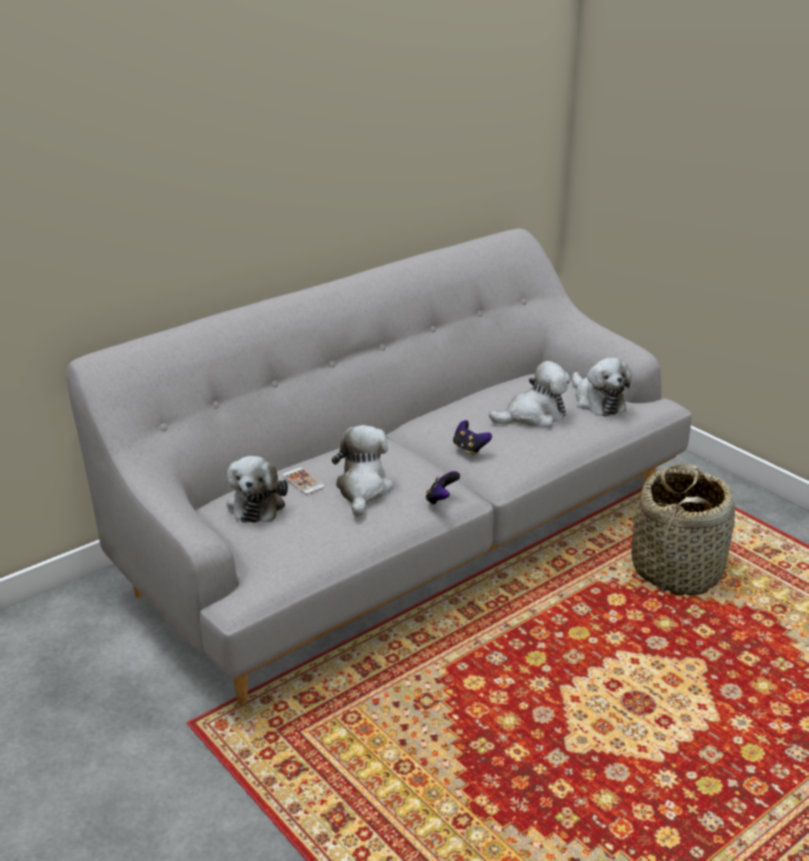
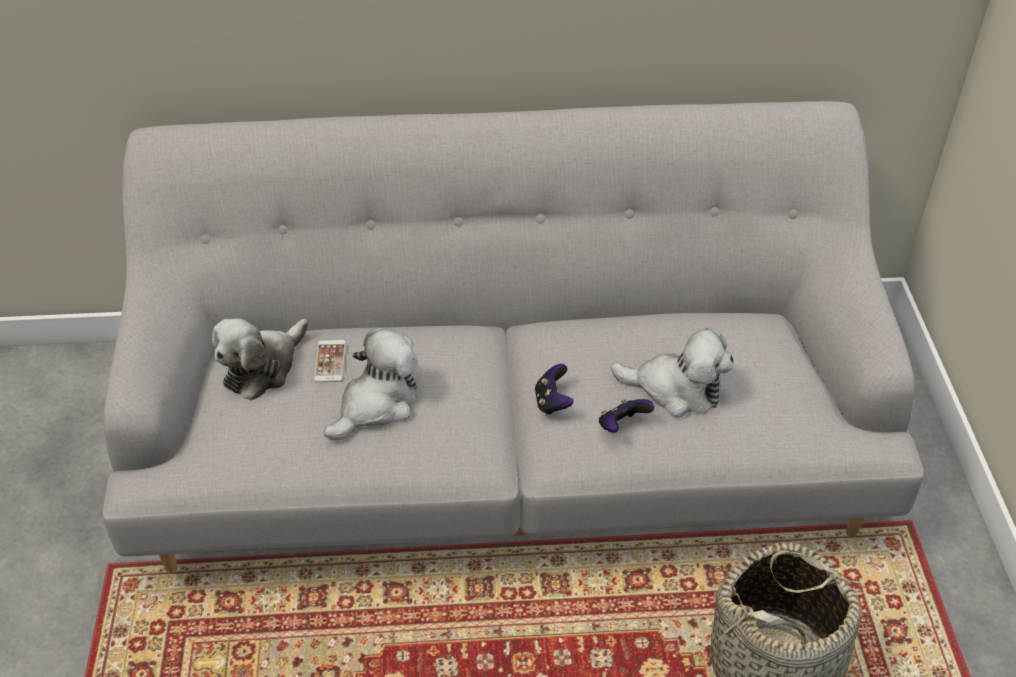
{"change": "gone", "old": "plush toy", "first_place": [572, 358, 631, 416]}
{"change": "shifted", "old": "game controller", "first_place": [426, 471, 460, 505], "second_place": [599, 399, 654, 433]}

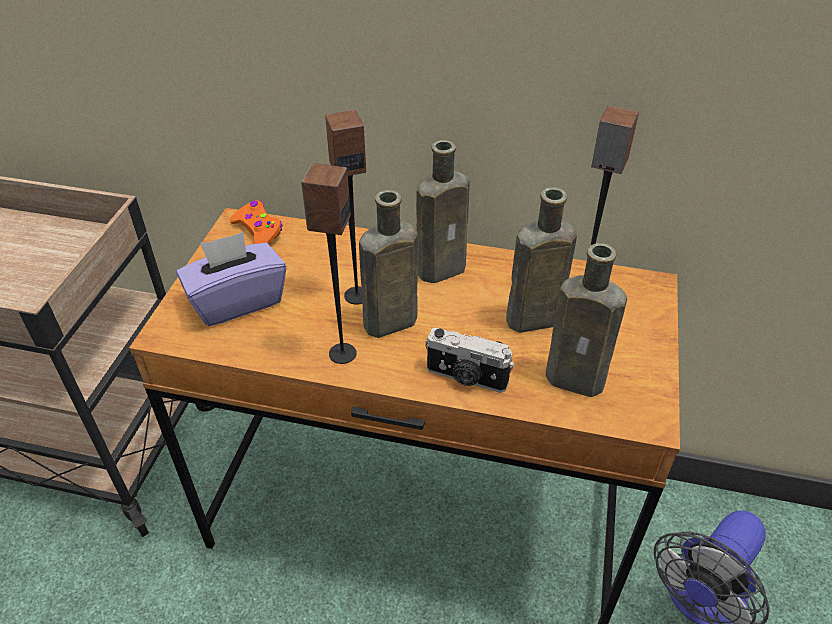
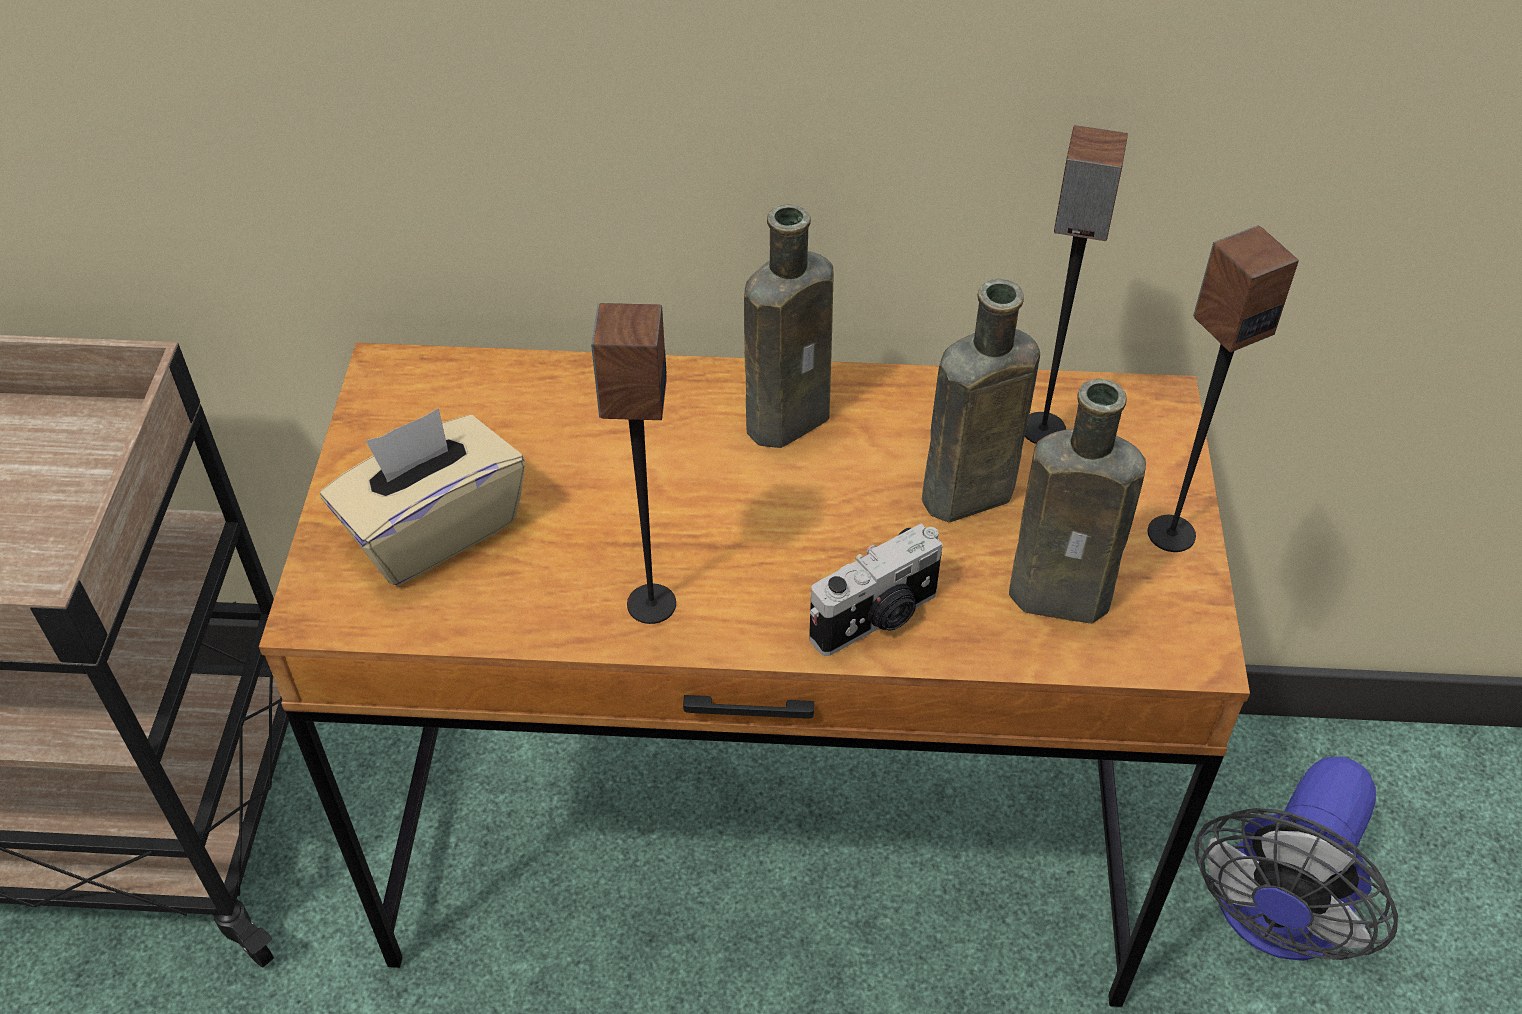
{"change": "shifted", "old": "audio speaker", "first_place": [325, 110, 366, 305], "second_place": [1148, 225, 1299, 552]}
{"change": "gone", "old": "brown-coloured bottle", "first_place": [359, 190, 418, 338]}
{"change": "gone", "old": "orangey game controller", "first_place": [230, 200, 282, 244]}
{"change": "repainted", "old": "purple box of tissues", "new": "sand-coloured box of tissues", "first_place": [177, 232, 286, 326], "second_place": [320, 408, 525, 585]}
{"change": "rotated", "old": "still camera", "first_place": [425, 327, 514, 393], "second_place": [809, 523, 943, 656], "degrees": -45}

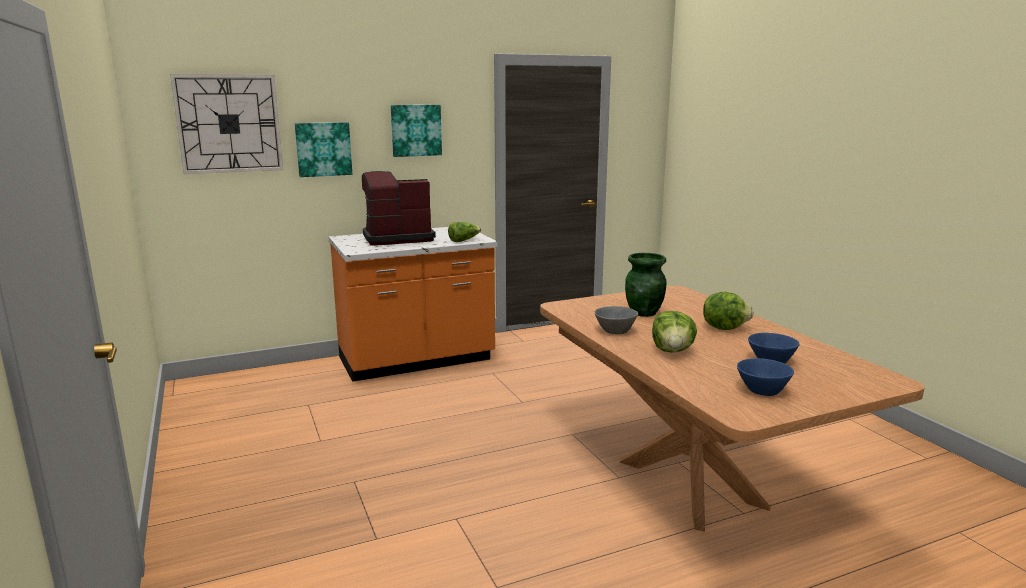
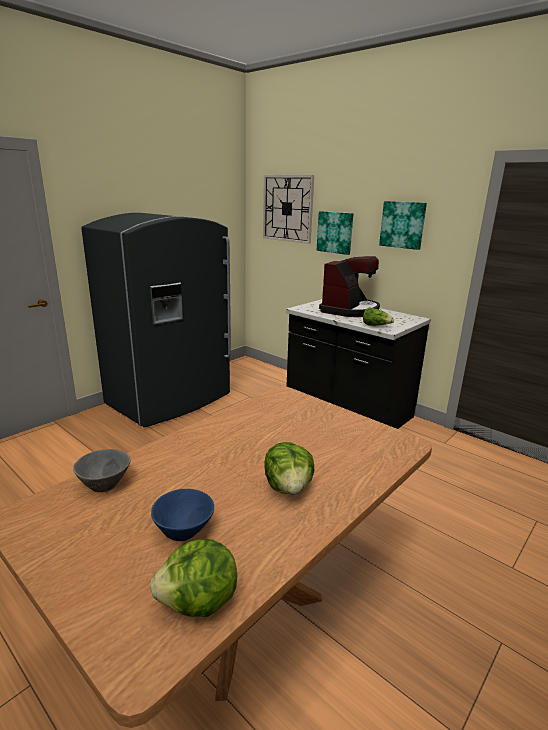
{"change": "rotated", "old": "coffee maker", "first_place": [362, 171, 436, 246], "second_place": [319, 256, 380, 317], "degrees": 75}
{"change": "repainted", "old": "orangey kitchen counter", "new": "black-coloured kitchen counter", "first_place": [329, 227, 497, 382], "second_place": [286, 299, 431, 429]}
{"change": "gone", "old": "greenish vase", "first_place": [625, 253, 667, 317]}
{"change": "shifted", "old": "grey deep dish", "first_place": [595, 306, 638, 334], "second_place": [73, 449, 131, 492]}
{"change": "shifted", "old": "lettuce", "first_place": [652, 311, 697, 353], "second_place": [150, 538, 237, 617]}
{"change": "gone", "old": "bluish deep dish", "first_place": [737, 358, 794, 396]}
{"change": "new", "new": "grey kitchen fridge", "second_place": [81, 213, 231, 427]}

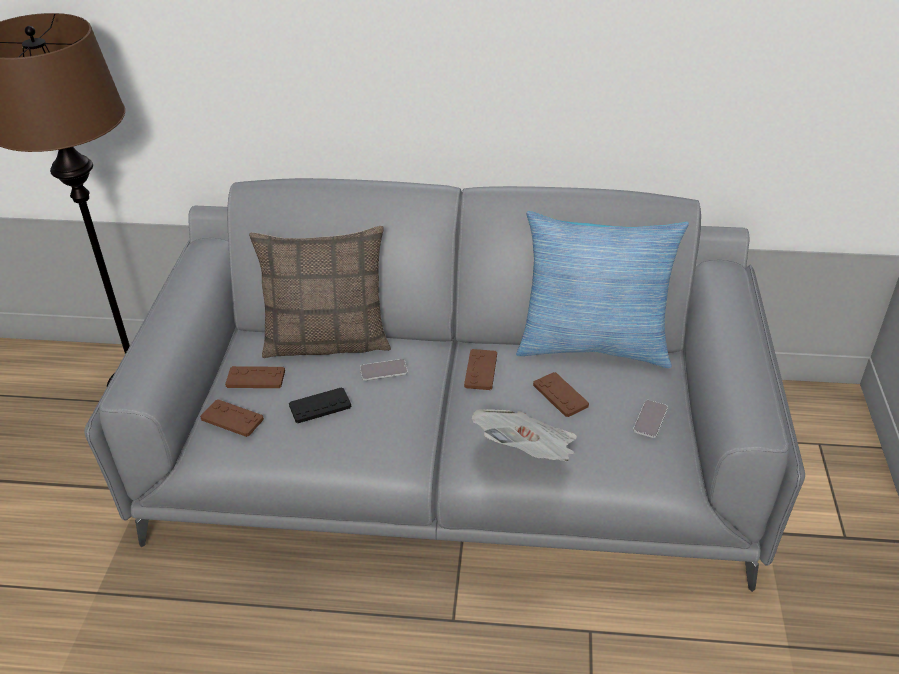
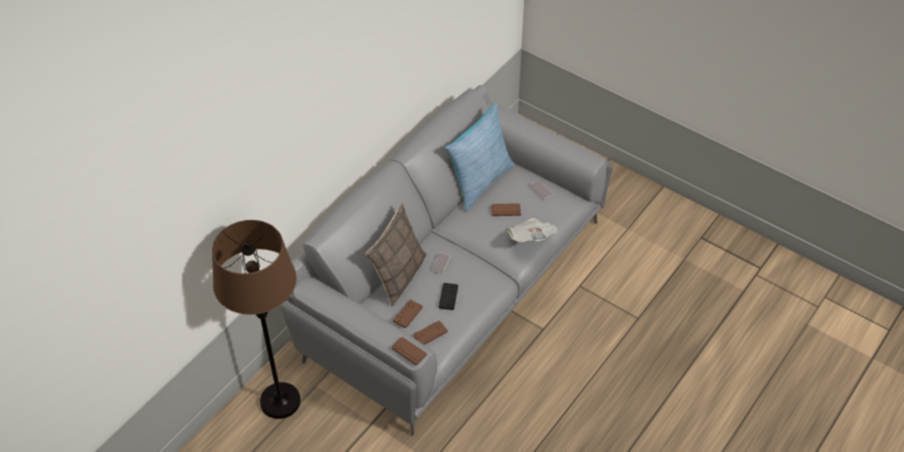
{"change": "shifted", "old": "brown-coloured game controller", "first_place": [464, 349, 497, 390], "second_place": [392, 337, 427, 365]}

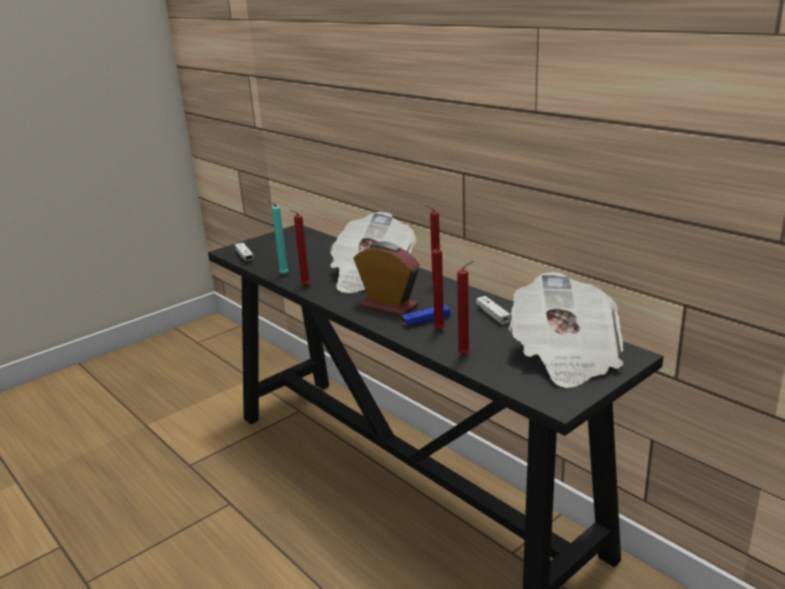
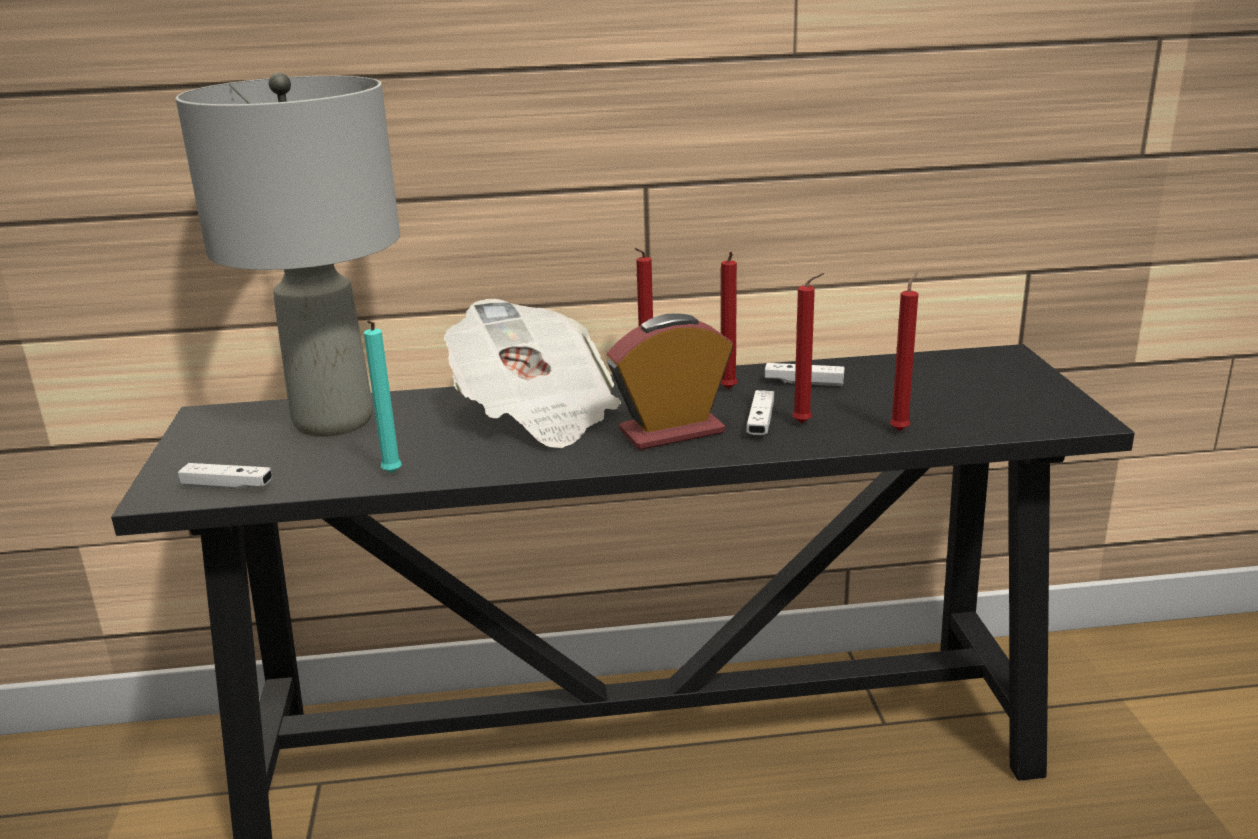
{"change": "shifted", "old": "red-coloured candle", "first_place": [289, 210, 311, 286], "second_place": [721, 251, 738, 389]}
{"change": "gone", "old": "daily paper", "first_place": [509, 272, 623, 388]}
{"change": "repainted", "old": "bluish game controller", "new": "white-coloured game controller", "first_place": [402, 305, 450, 325], "second_place": [746, 390, 774, 435]}
{"change": "new", "new": "grey tabletop lamp", "second_place": [176, 72, 400, 437]}

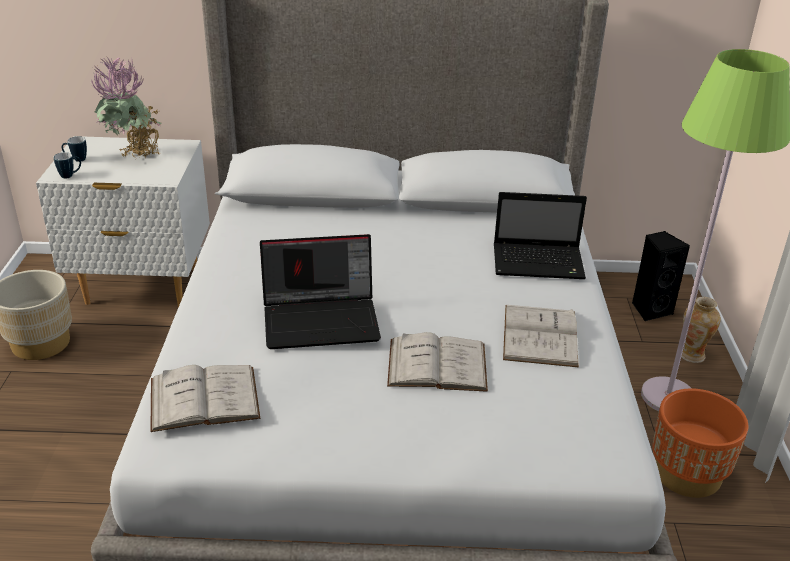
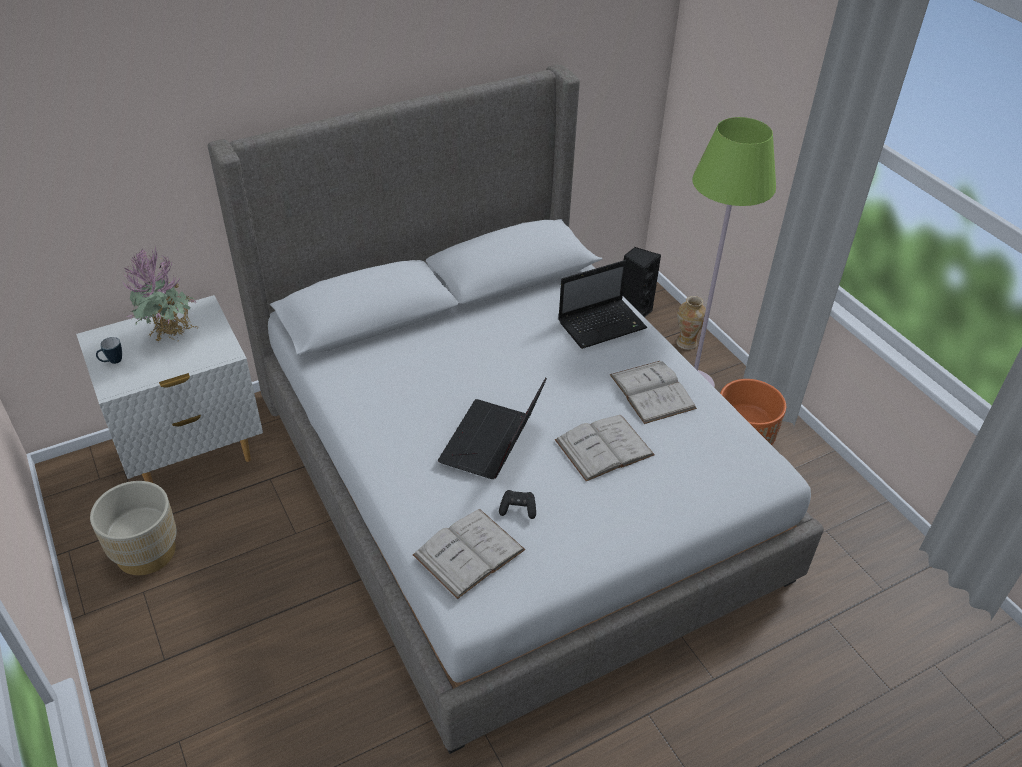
{"change": "gone", "old": "mug", "first_place": [53, 152, 81, 179]}
{"change": "rotated", "old": "portable computer", "first_place": [260, 234, 381, 349], "second_place": [438, 377, 547, 479], "degrees": 150}
{"change": "new", "new": "black-coloured game controller", "second_place": [499, 490, 536, 519]}

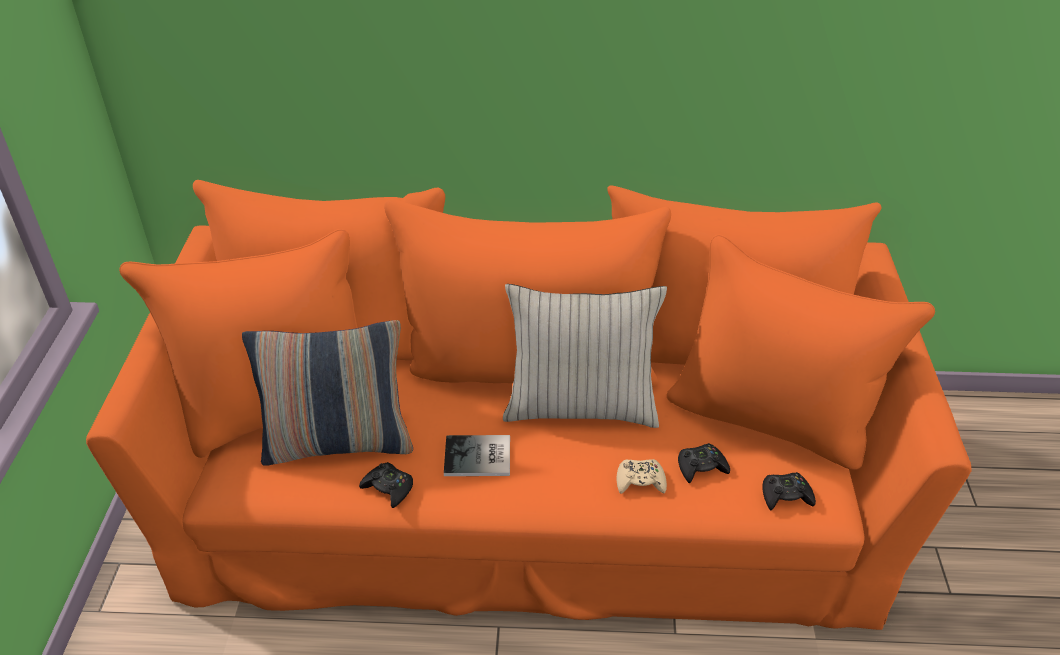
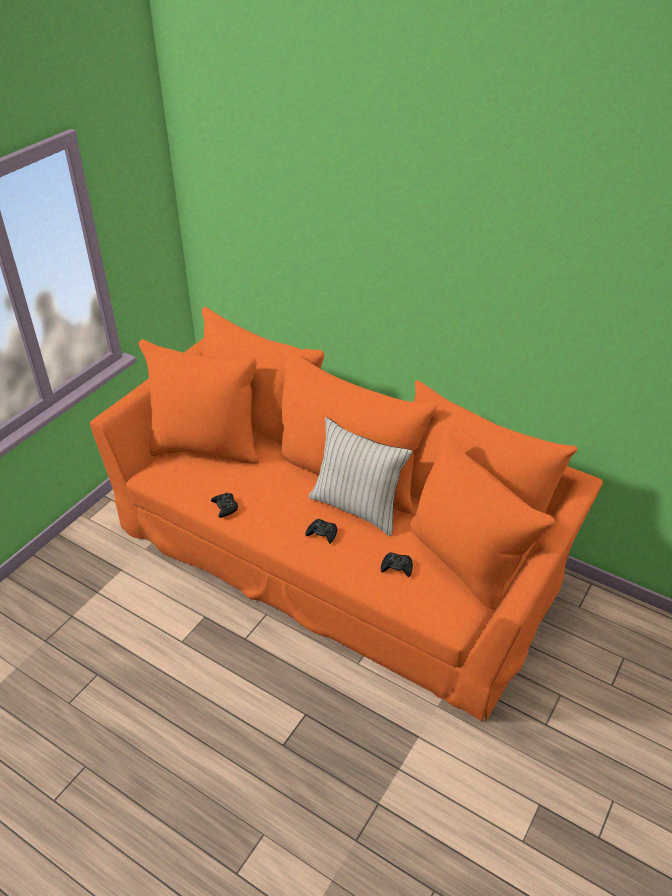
{"change": "gone", "old": "cushion", "first_place": [242, 320, 413, 466]}
{"change": "gone", "old": "bound book", "first_place": [444, 435, 510, 476]}
{"change": "gone", "old": "sand-coloured game controller", "first_place": [617, 459, 667, 494]}
{"change": "shifted", "old": "black-coloured game controller", "first_place": [762, 472, 816, 510], "second_place": [305, 519, 337, 544]}

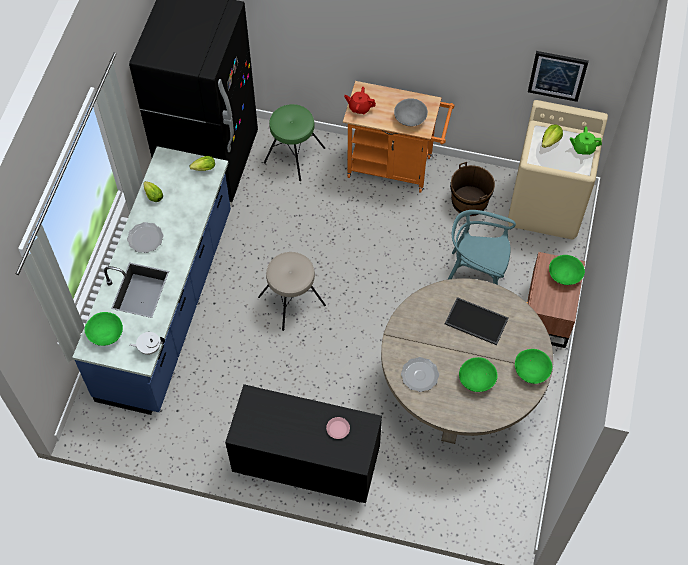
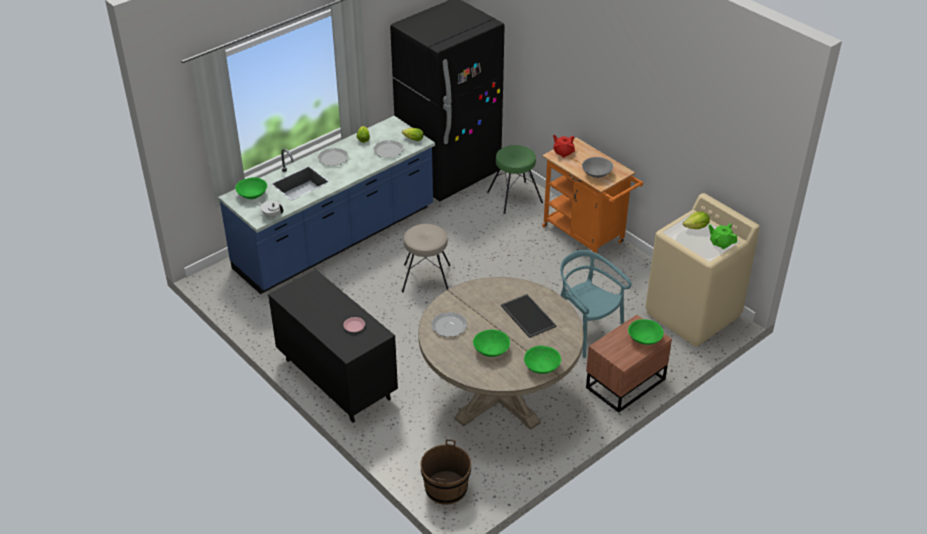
{"change": "gone", "old": "wall picture", "first_place": [528, 51, 589, 102]}
{"change": "shifted", "old": "brown-coloured water bucket", "first_place": [450, 162, 495, 216], "second_place": [420, 439, 471, 505]}
{"change": "new", "new": "dinner plate", "second_place": [373, 140, 404, 158]}

